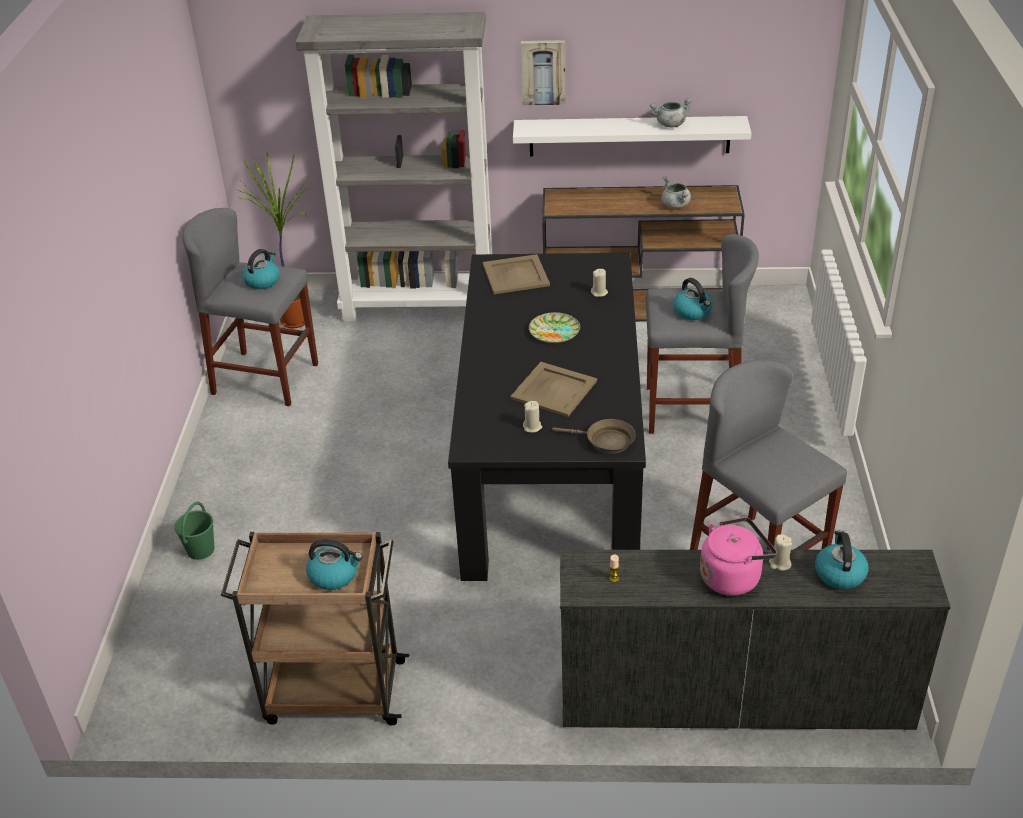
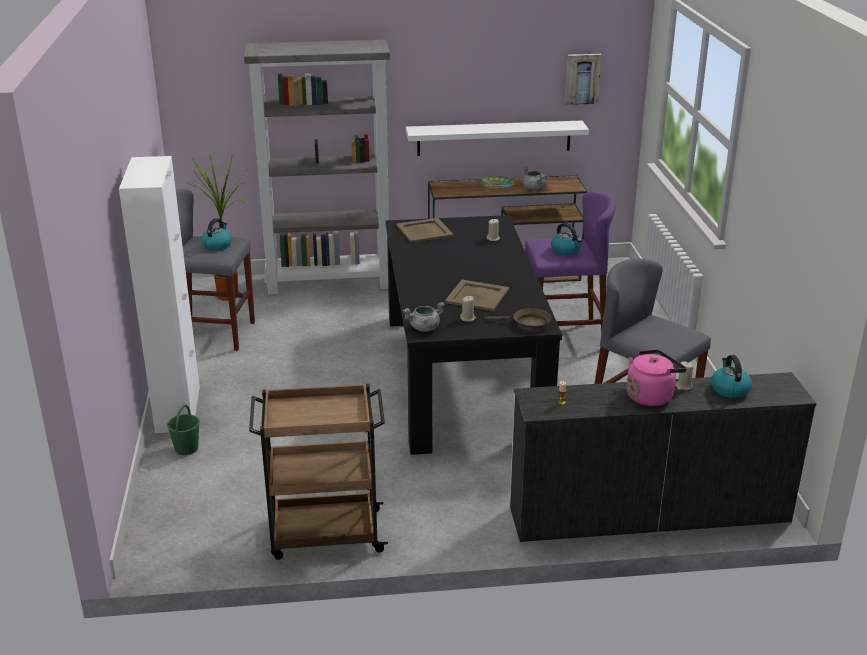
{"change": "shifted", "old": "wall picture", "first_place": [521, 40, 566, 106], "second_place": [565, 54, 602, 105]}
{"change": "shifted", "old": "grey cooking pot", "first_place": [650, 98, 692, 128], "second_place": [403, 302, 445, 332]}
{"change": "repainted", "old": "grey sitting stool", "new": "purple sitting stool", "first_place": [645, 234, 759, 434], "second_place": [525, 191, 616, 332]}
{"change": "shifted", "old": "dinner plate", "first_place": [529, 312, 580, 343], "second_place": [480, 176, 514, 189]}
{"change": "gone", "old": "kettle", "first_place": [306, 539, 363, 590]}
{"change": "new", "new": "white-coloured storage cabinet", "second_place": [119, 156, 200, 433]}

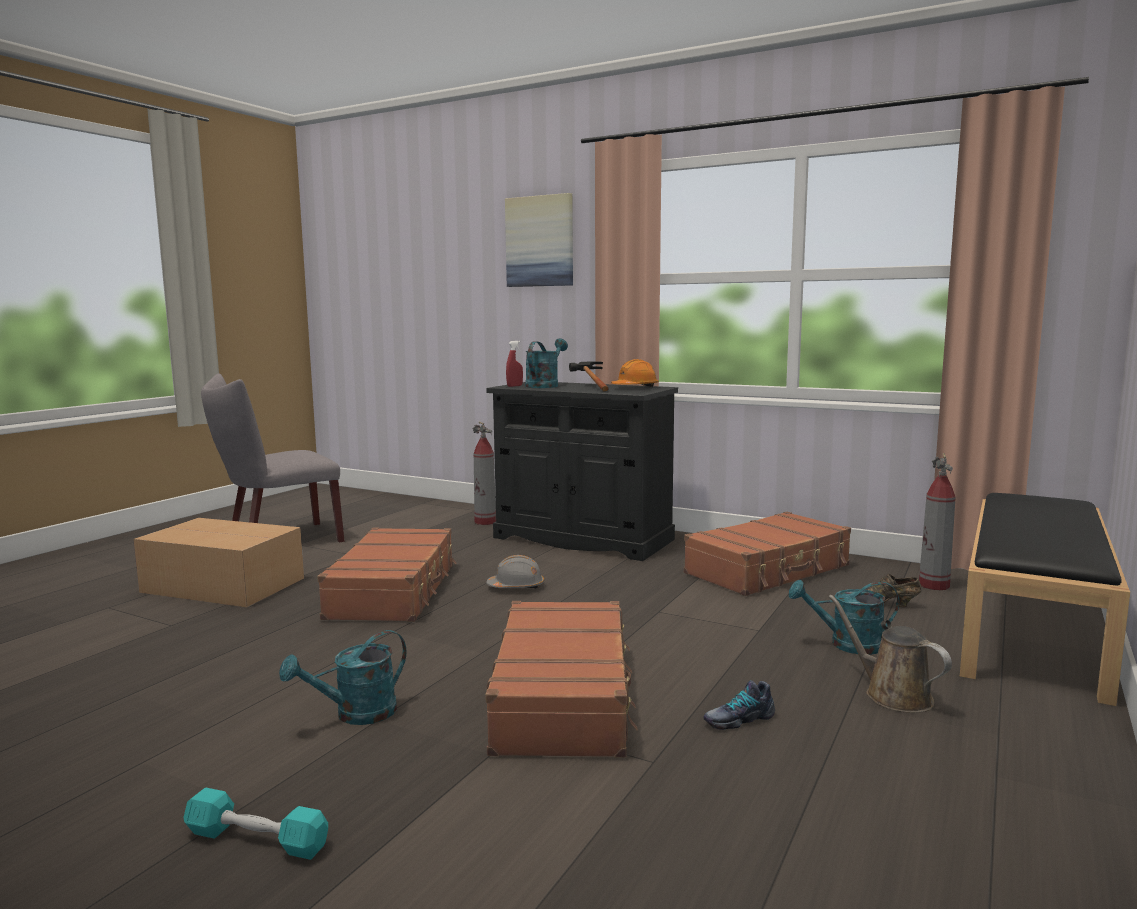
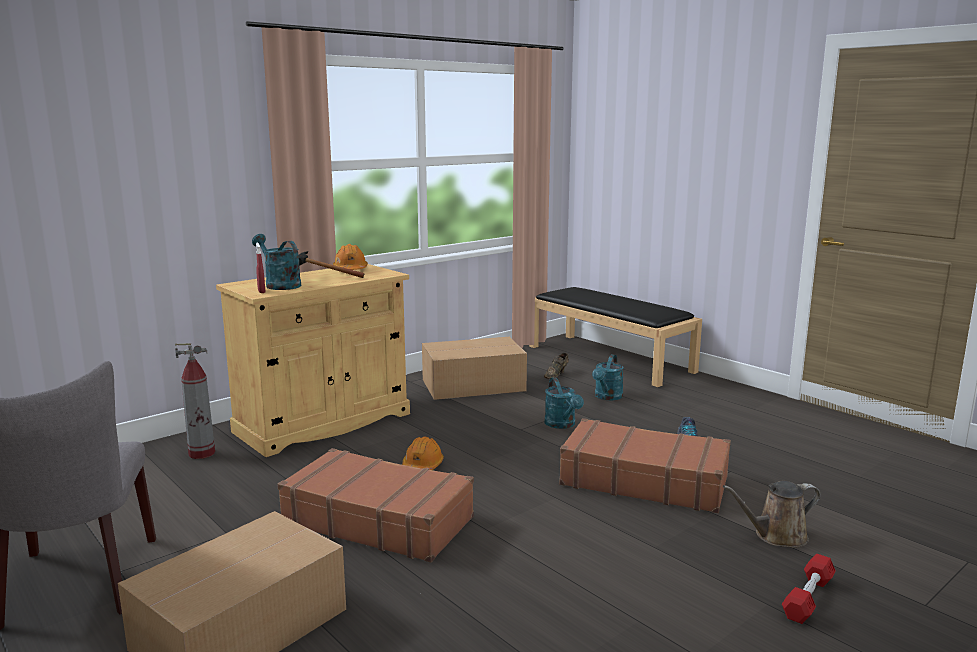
{"change": "gone", "old": "wall picture", "first_place": [505, 193, 573, 287]}
{"change": "repainted", "old": "black-coloured storage cabinet", "new": "sand-coloured storage cabinet", "first_place": [486, 382, 678, 561], "second_place": [216, 264, 410, 457]}
{"change": "gone", "old": "extinguisher", "first_place": [919, 454, 956, 590]}
{"change": "swapped", "old": "brown-coloured travel case", "new": "cardboard box", "first_place": [684, 512, 851, 596], "second_place": [422, 337, 527, 400]}
{"change": "repainted", "old": "grey safety helmet", "new": "orangey safety helmet", "first_place": [486, 555, 544, 589], "second_place": [402, 436, 444, 470]}
{"change": "shifted", "old": "brown-coloured watering pot", "first_place": [829, 595, 952, 713], "second_place": [723, 481, 820, 548]}
{"change": "shifted", "old": "turquoise watering pot", "first_place": [279, 630, 406, 725], "second_place": [545, 377, 584, 429]}
{"change": "repainted", "old": "turquoise free weight", "new": "red-coloured free weight", "first_place": [183, 788, 328, 860], "second_place": [782, 553, 836, 624]}

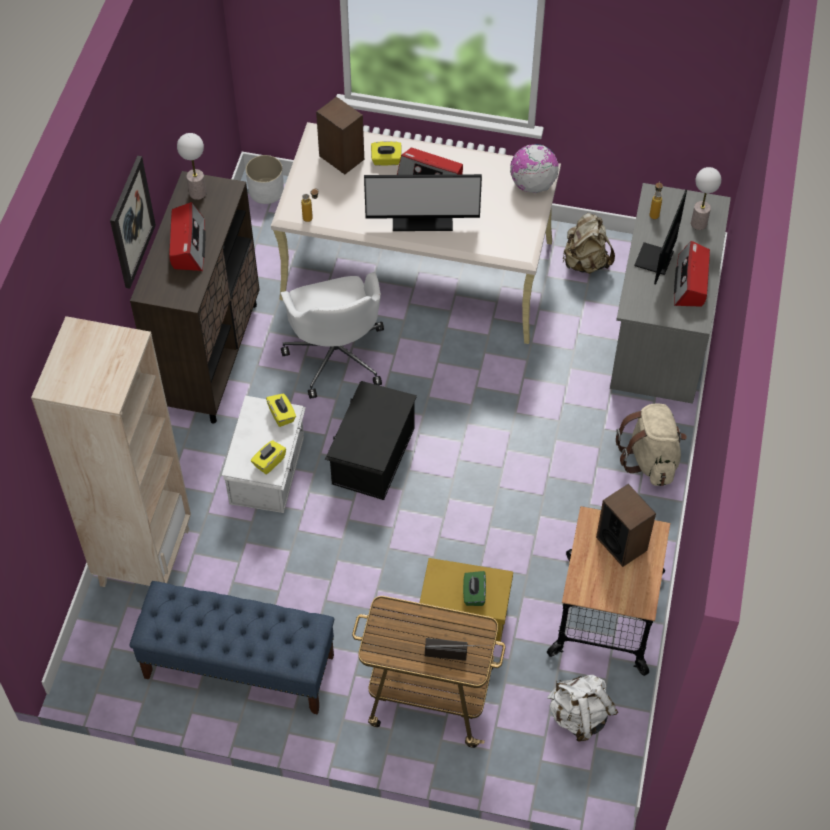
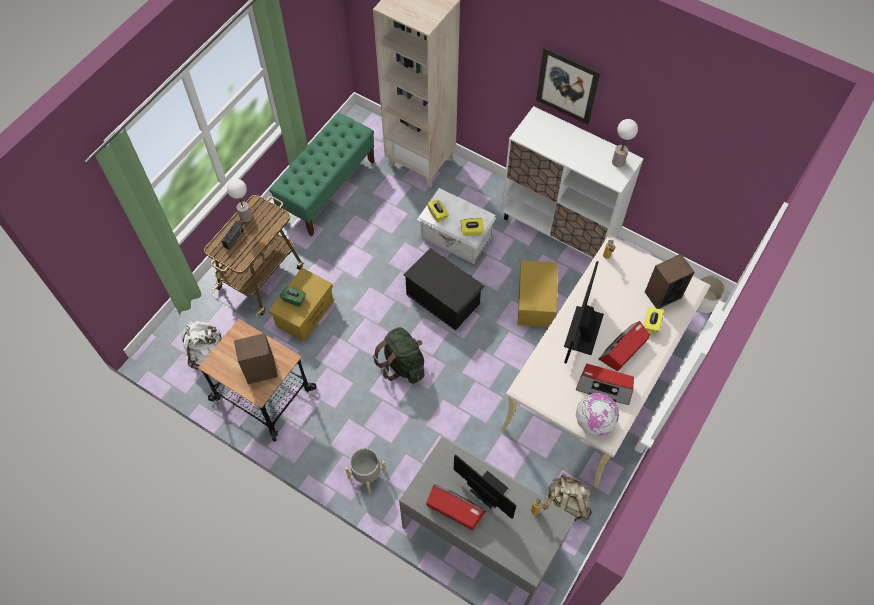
{"change": "shifted", "old": "tabletop lamp", "first_place": [691, 167, 721, 230], "second_place": [227, 179, 252, 222]}
{"change": "repainted", "old": "brown-coloured storage cabinet", "new": "white-coloured storage cabinet", "first_place": [130, 171, 260, 424], "second_place": [501, 106, 644, 259]}
{"change": "shifted", "old": "radio receiver", "first_place": [169, 202, 206, 271], "second_place": [576, 364, 634, 405]}
{"change": "swapped", "old": "white-coloured computer chair", "new": "yellow-coloured storage container", "first_place": [281, 272, 384, 399], "second_place": [518, 260, 558, 327]}
{"change": "swapped", "old": "sand-coloured backpack", "new": "grey flower pot", "first_place": [616, 403, 687, 486], "second_place": [345, 447, 386, 494]}
{"change": "repainted", "old": "bluish long seat", "new": "greenish long seat", "first_place": [130, 581, 334, 715], "second_place": [269, 113, 375, 236]}
{"change": "new", "new": "greenish backpack", "second_place": [373, 327, 424, 384]}

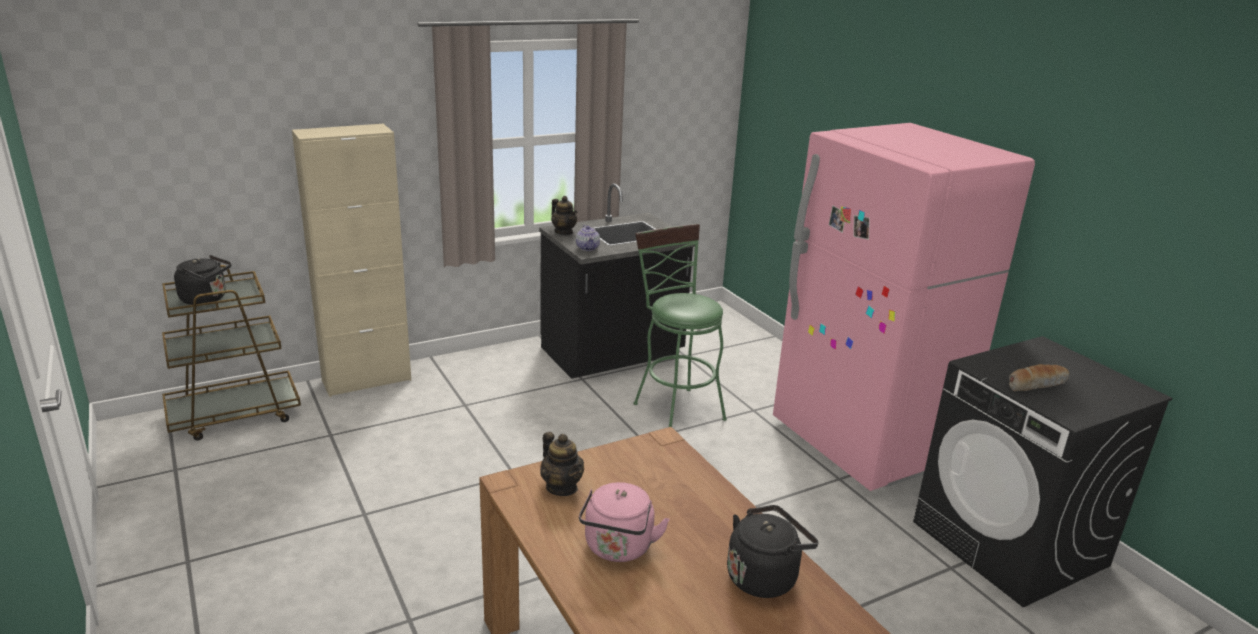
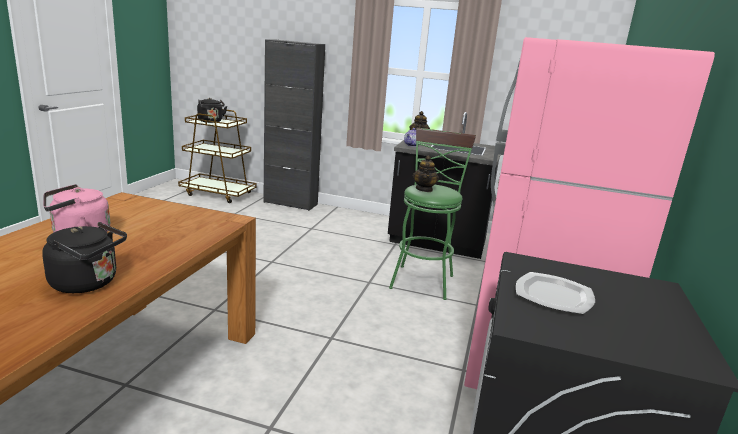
{"change": "repainted", "old": "sand-coloured storage cabinet", "new": "black-coloured storage cabinet", "first_place": [292, 124, 411, 397], "second_place": [263, 39, 325, 211]}
{"change": "swapped", "old": "bread", "new": "dinner plate", "first_place": [1009, 364, 1069, 391], "second_place": [516, 272, 595, 314]}
{"change": "shifted", "old": "tea pot", "first_place": [540, 432, 584, 496], "second_place": [413, 156, 439, 192]}

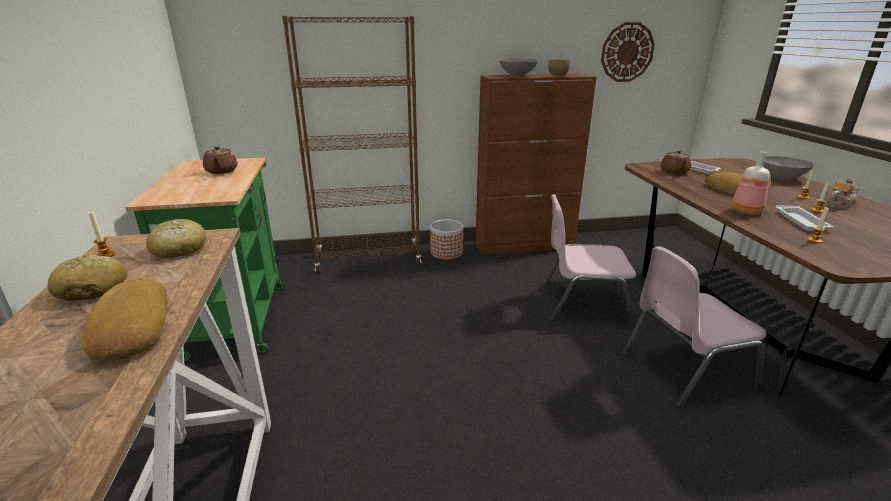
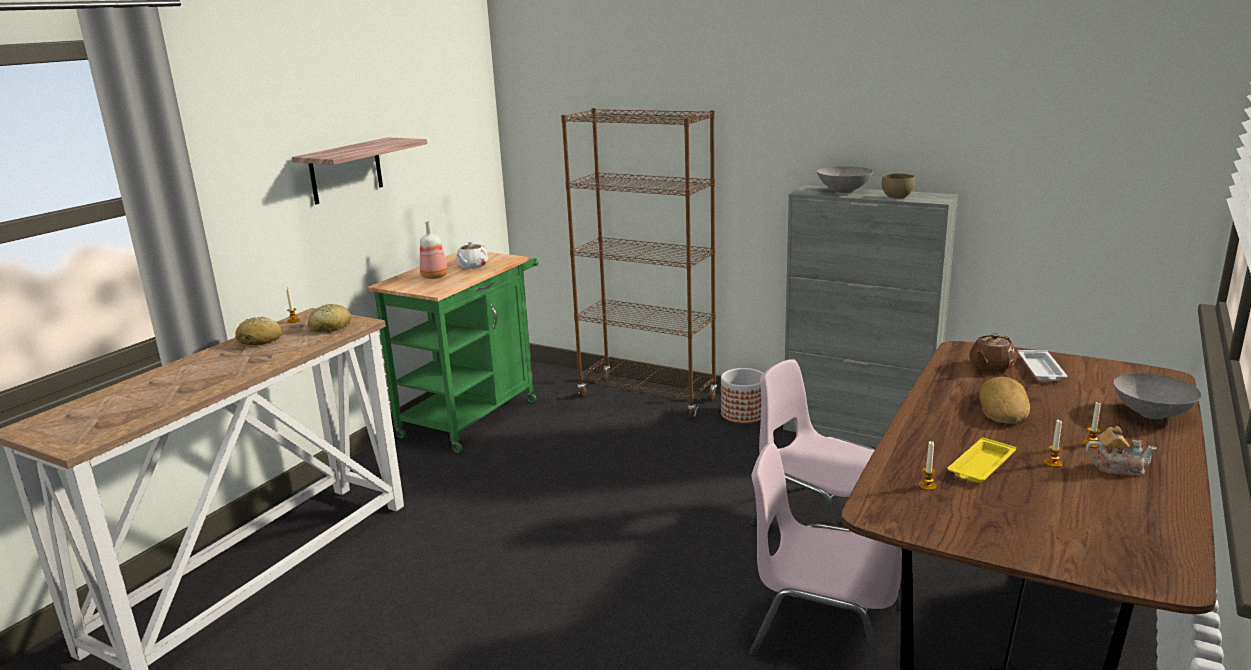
{"change": "gone", "old": "wall clock", "first_place": [601, 22, 655, 82]}
{"change": "repainted", "old": "brown-coloured storage cabinet", "new": "grey storage cabinet", "first_place": [475, 73, 597, 255], "second_place": [783, 185, 958, 448]}
{"change": "repainted", "old": "brown-coloured tea pot", "new": "white-coloured tea pot", "first_place": [203, 146, 238, 174], "second_place": [456, 241, 488, 269]}
{"change": "shifted", "old": "bottle", "first_place": [731, 152, 770, 215], "second_place": [420, 221, 448, 279]}
{"change": "repainted", "old": "white-coloured serving tray", "new": "yellow-coloured serving tray", "first_place": [775, 205, 833, 231], "second_place": [948, 437, 1016, 483]}
{"change": "gone", "old": "bread", "first_place": [81, 278, 168, 361]}
{"change": "new", "new": "bracket shelf", "second_place": [292, 137, 427, 205]}

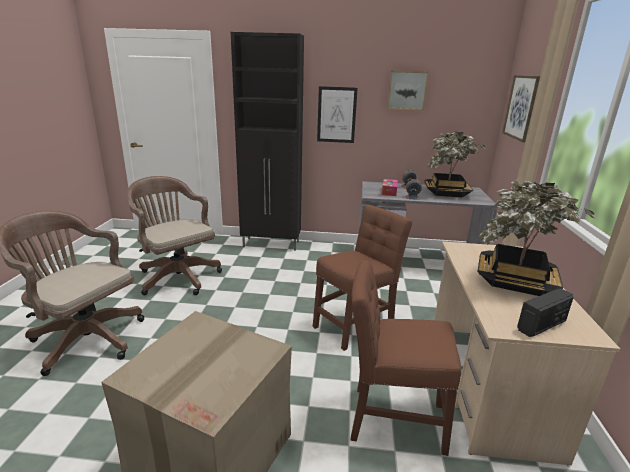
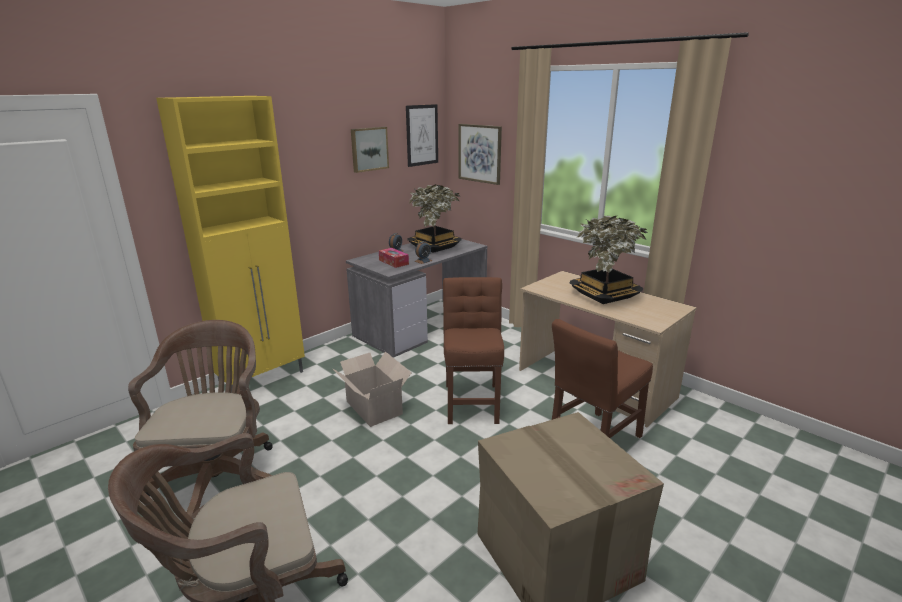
{"change": "repainted", "old": "black-coloured storage cabinet", "new": "yellow-coloured storage cabinet", "first_place": [231, 32, 304, 251], "second_place": [156, 96, 305, 392]}
{"change": "shifted", "old": "wall picture", "first_place": [317, 86, 358, 143], "second_place": [406, 104, 438, 167]}
{"change": "rotated", "old": "brown-coloured computer chair", "first_place": [127, 176, 222, 295], "second_place": [128, 320, 273, 517], "degrees": 90}
{"change": "gone", "old": "radio receiver", "first_place": [517, 289, 574, 337]}
{"change": "new", "new": "cardboard box", "second_place": [332, 351, 412, 427]}

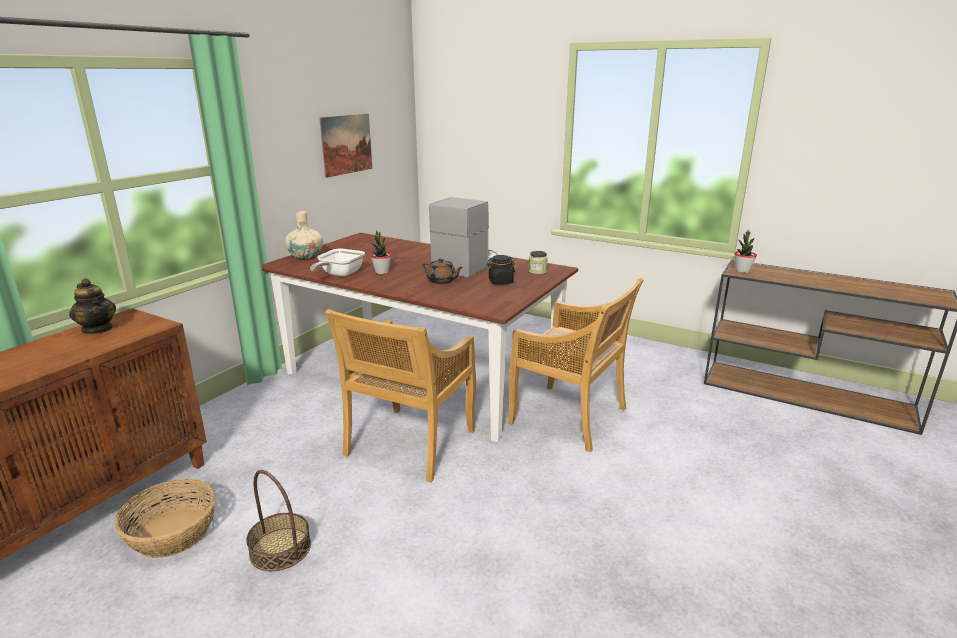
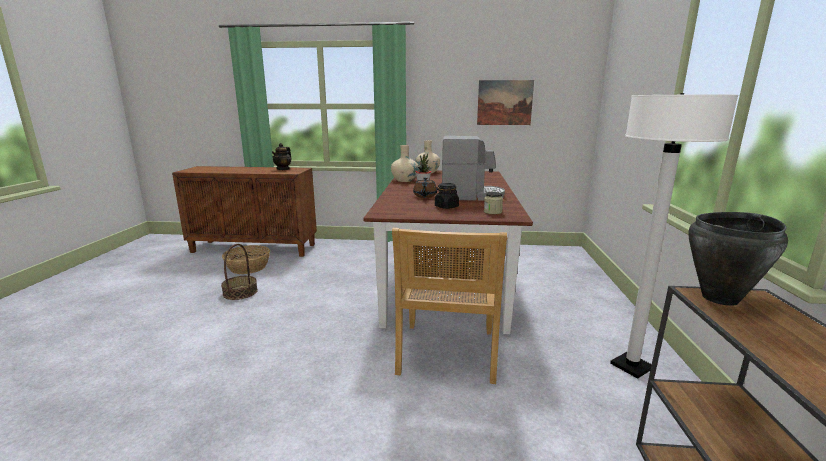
{"change": "swapped", "old": "plant in a pot", "new": "black-coloured cooking pot", "first_place": [734, 230, 757, 273], "second_place": [688, 212, 788, 306]}
{"change": "swapped", "old": "pan", "new": "sand-coloured vase", "first_place": [310, 248, 365, 277], "second_place": [391, 145, 419, 182]}
{"change": "gone", "old": "sand-coloured upright chair", "first_place": [325, 309, 476, 482]}
{"change": "new", "new": "white-coloured standard lamp", "second_place": [610, 93, 738, 379]}

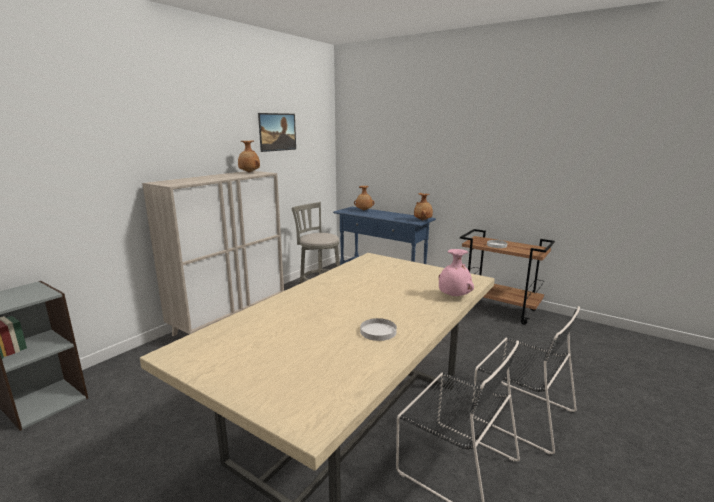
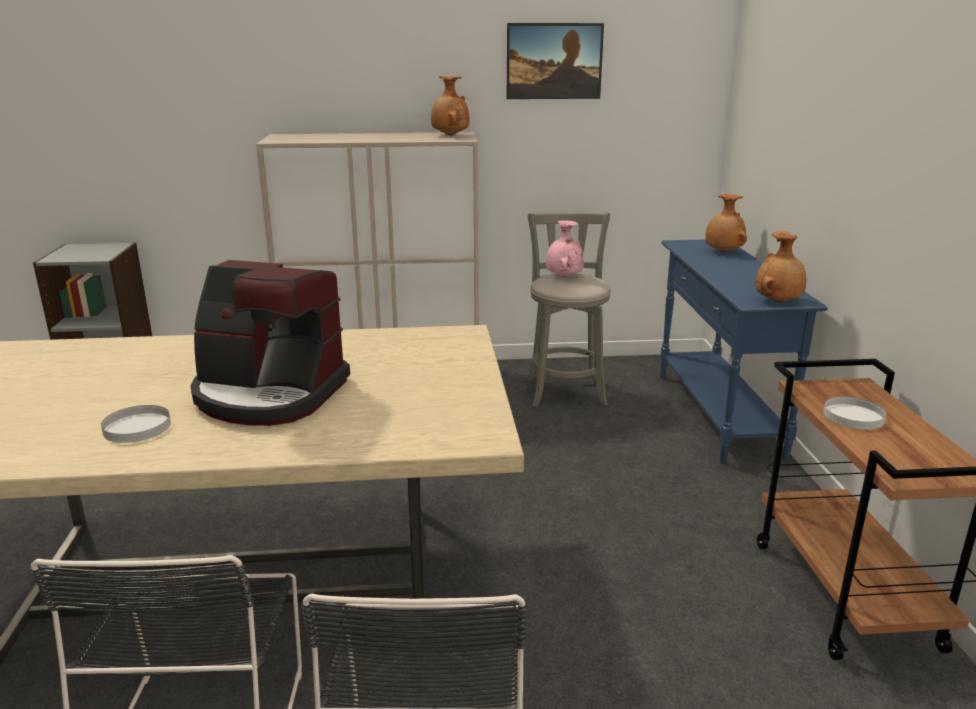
{"change": "shifted", "old": "pink vase", "first_place": [439, 249, 474, 296], "second_place": [546, 220, 584, 277]}
{"change": "new", "new": "coffee maker", "second_place": [190, 260, 350, 426]}

